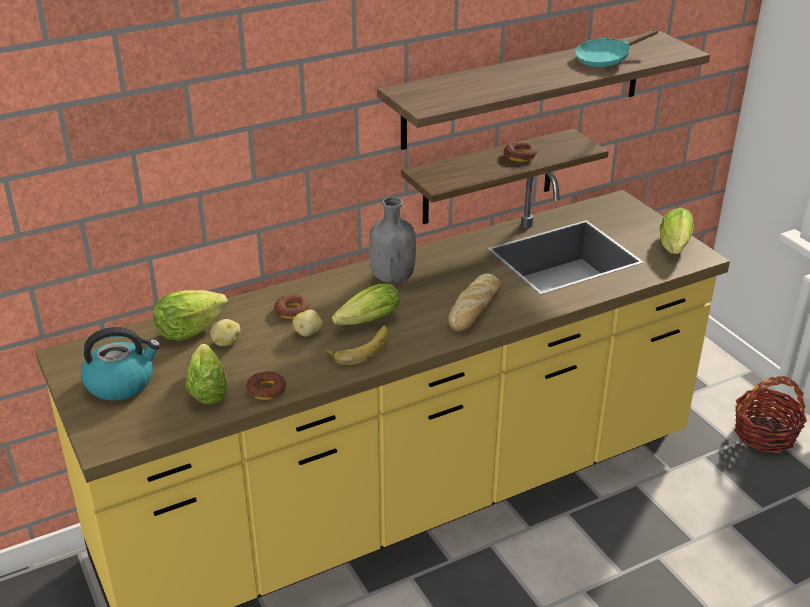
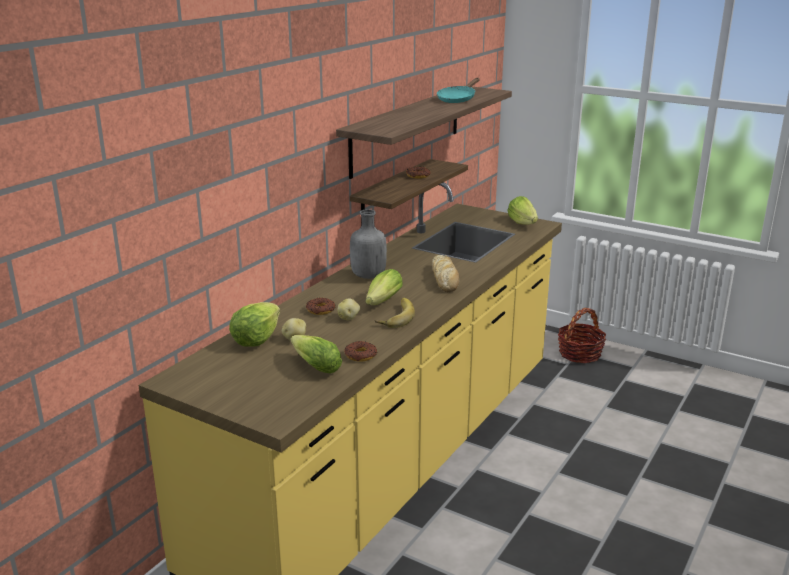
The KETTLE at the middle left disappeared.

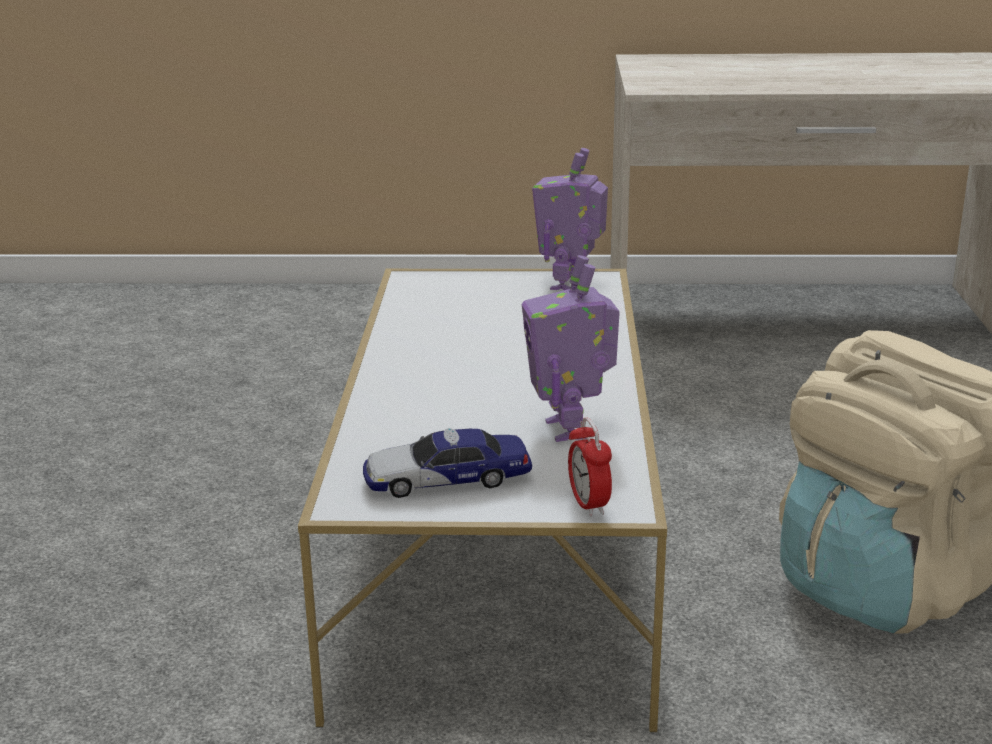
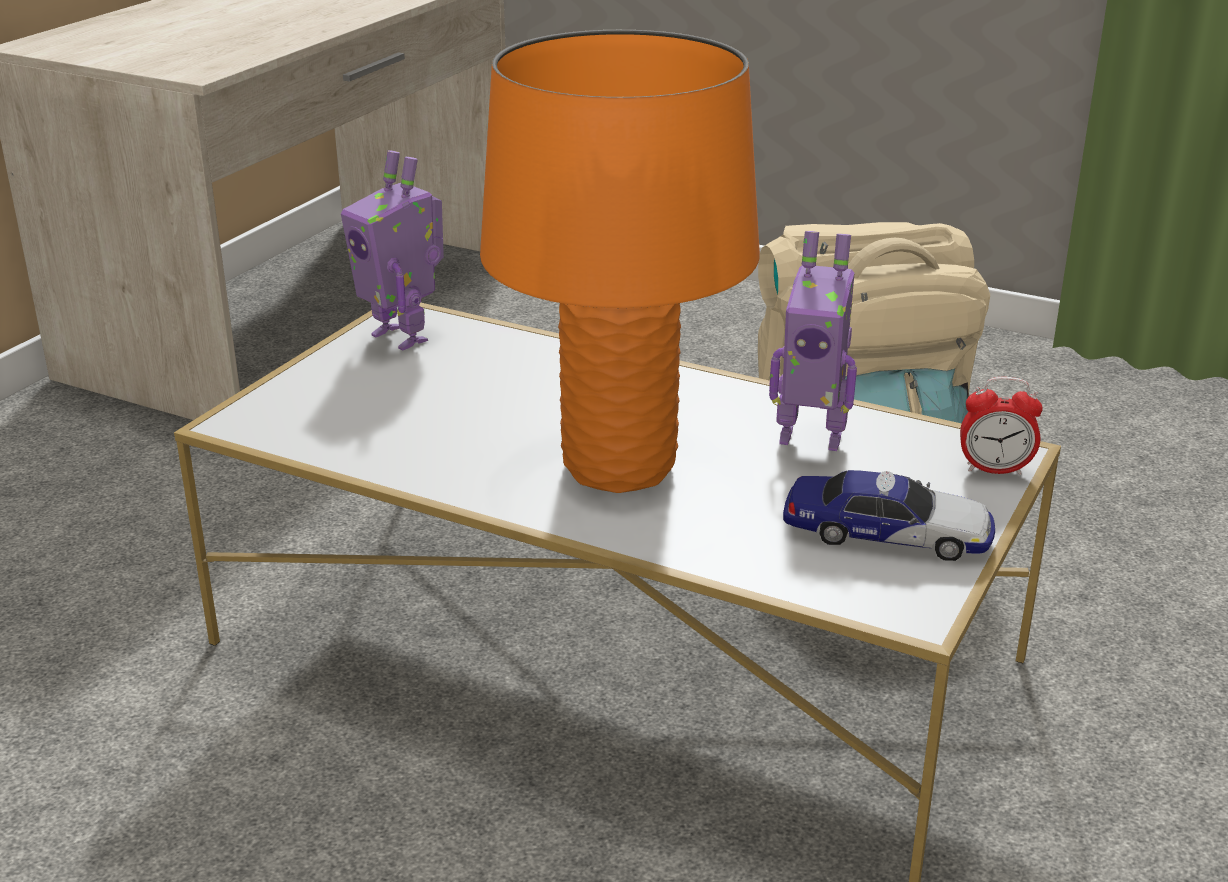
The ORANGE TABLE LAMP at the top centre appeared.
The TOY CAR at the centre turned 90 degrees counterclockwise.

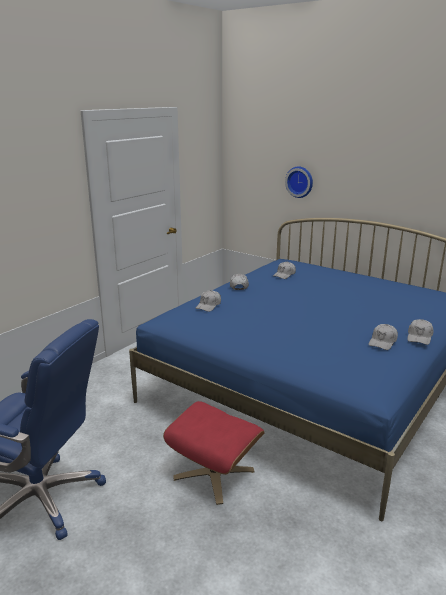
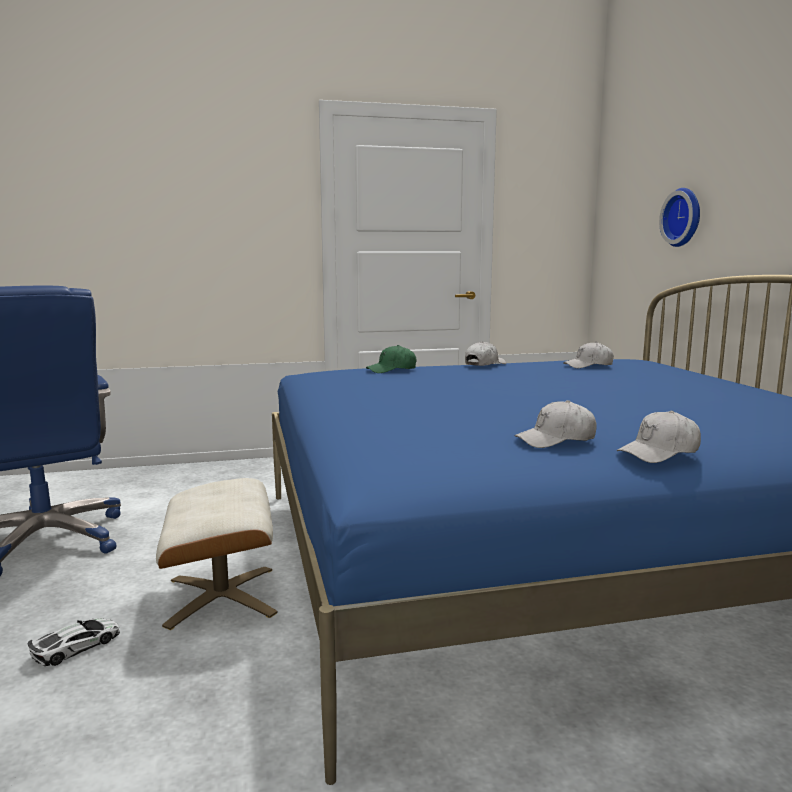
The TOY CAR at the bottom left appeared.
The RED OTTOMAN at the bottom centre became the BEIGE OTTOMAN at the bottom left.
The WHITE CAP (no. 1 from left) at the centre became the GREEN CAP at the centre.

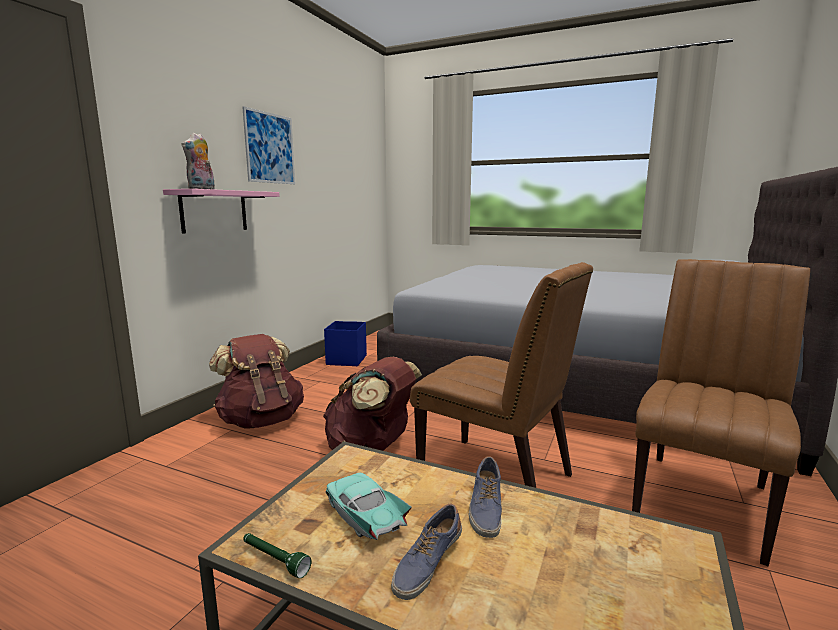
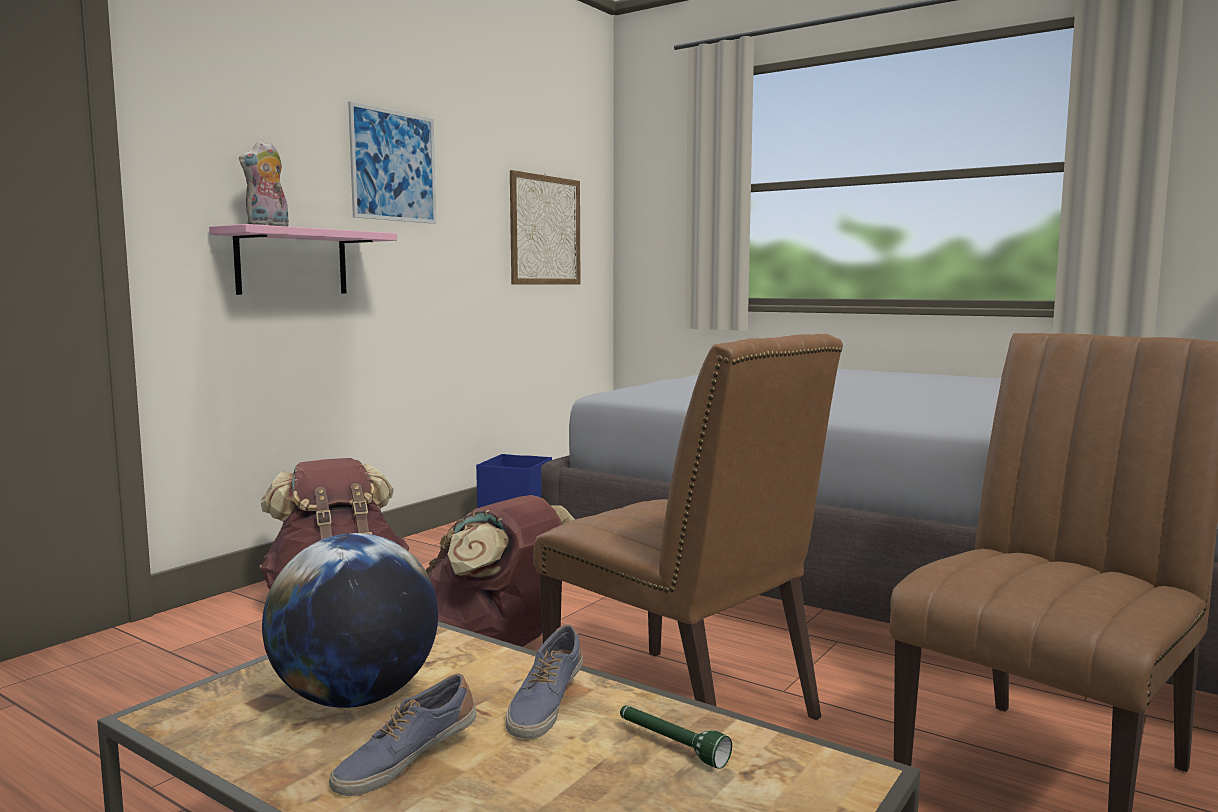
The PICTURE (no. 2 from left) at the top centre appeared.
The GREEN FLASHLIGHT moved from the bottom left to the bottom centre.
The TURQUOISE TOY CAR at the bottom centre was replaced by the GLOBE at the bottom left.

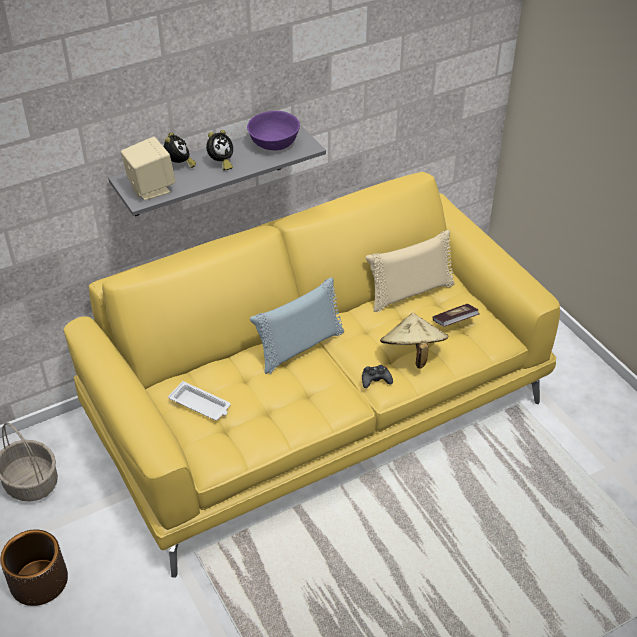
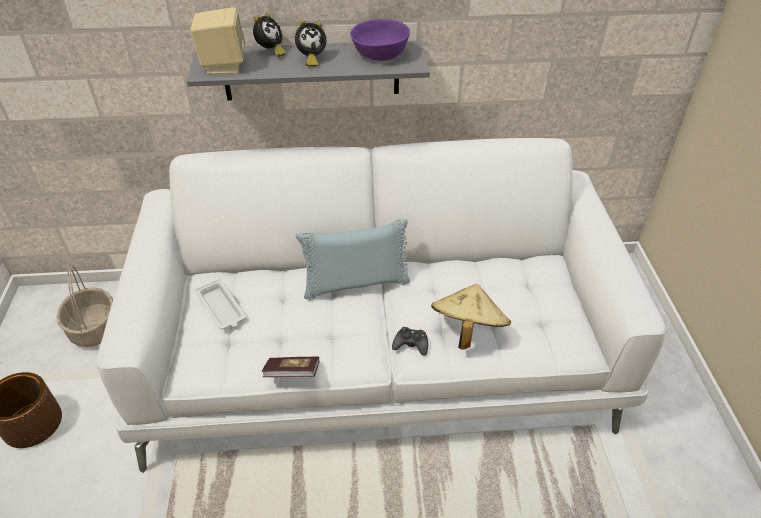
The BEIGE PILLOW at the centre disappeared.
The BOOK moved from the middle right to the bottom centre.
The YELLOW SOFA at the centre became the WHITE SOFA at the centre.

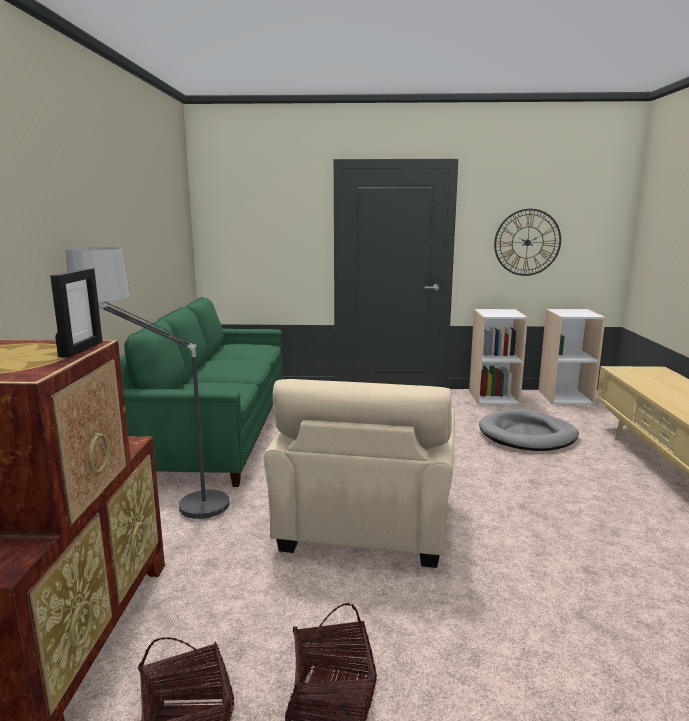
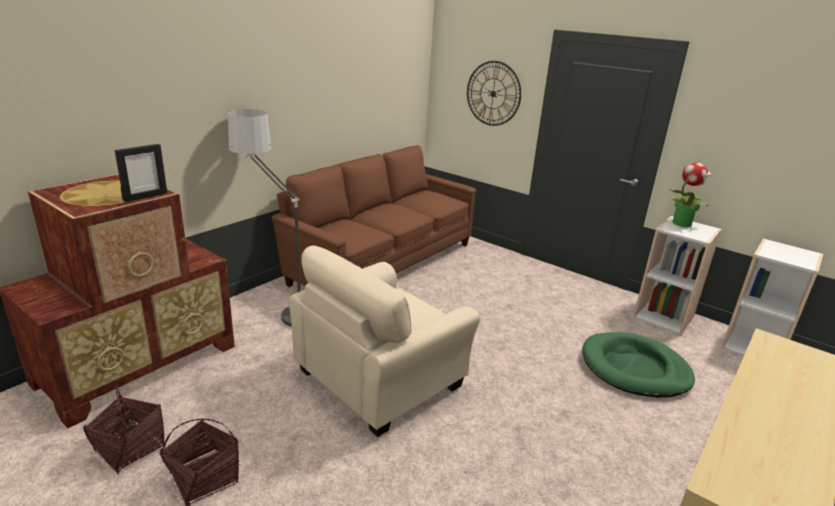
The POTTED PLANT at the middle right appeared.
The WALL CLOCK moved from the middle right to the top centre.
The GREEN SOFA at the middle left became the BROWN SOFA at the centre.
The GREY DOG BED at the middle right became the GREEN DOG BED at the bottom right.

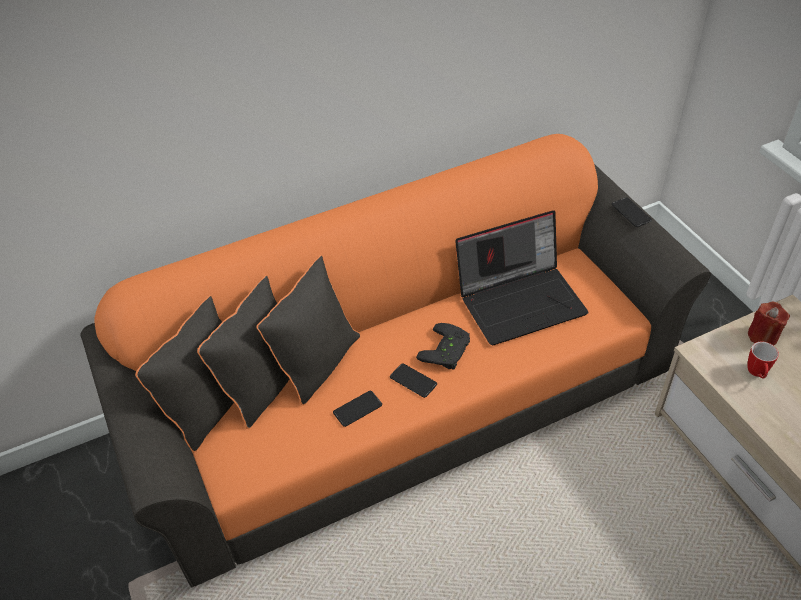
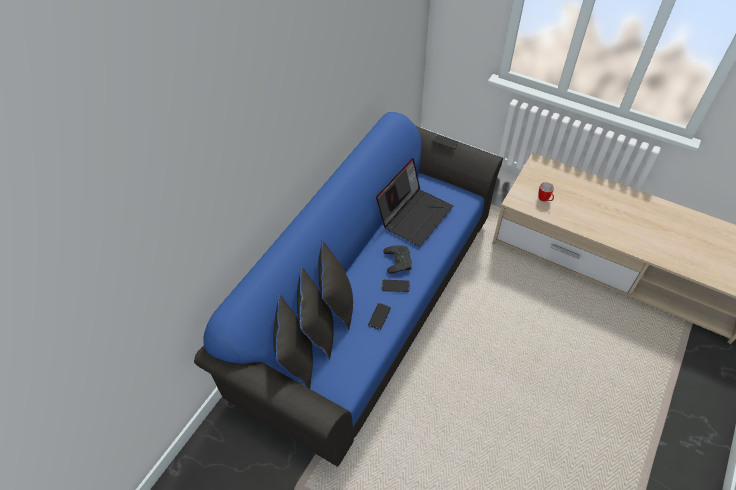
The RED CANDLE at the middle right disappeared.
The ORANGE SOFA at the centre became the BLUE SOFA at the centre.

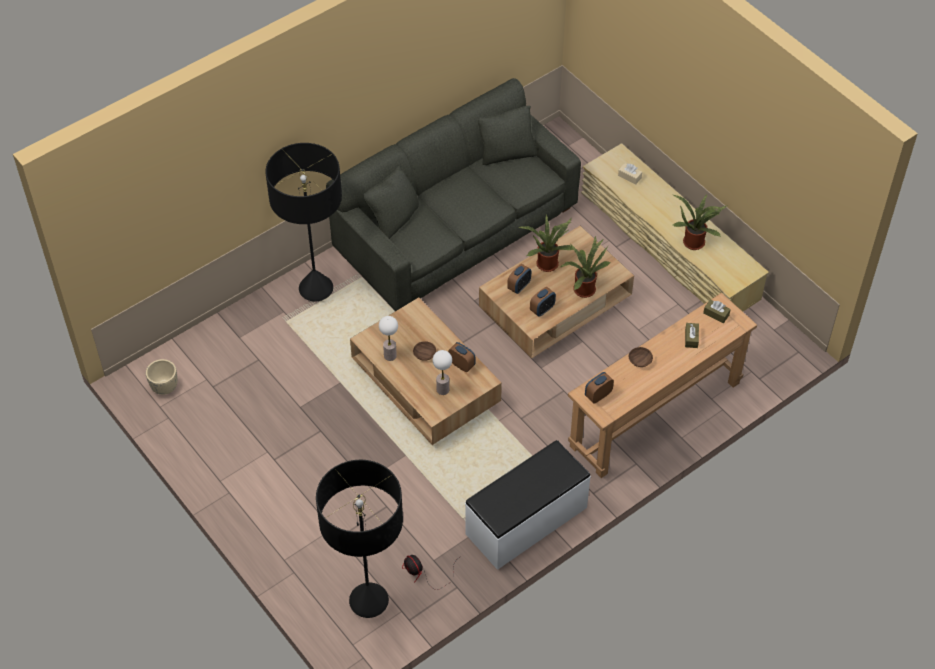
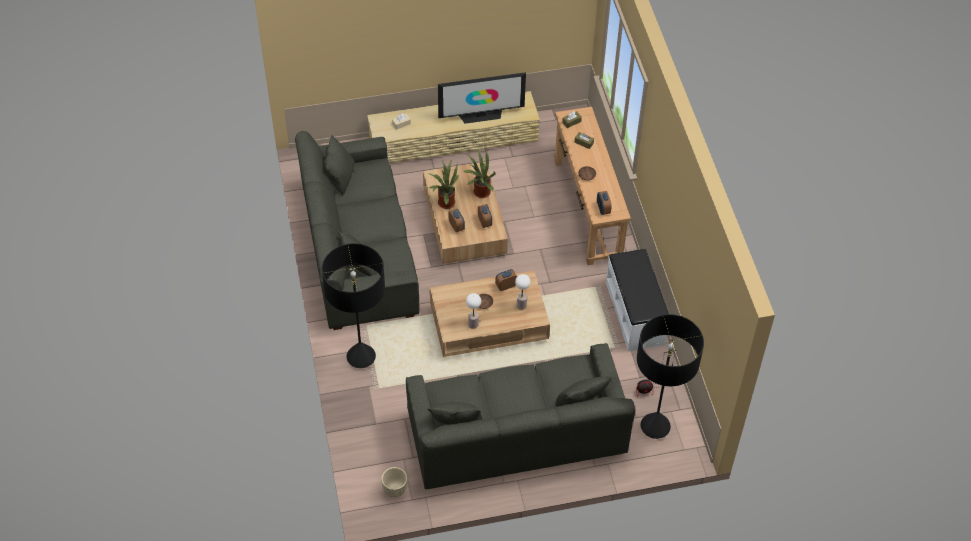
The GREY SOFA (no. 2 from left) at the bottom centre appeared.
The POTTED PLANT (no. 3 from left) at the top right was replaced by the TELEVISION at the top centre.

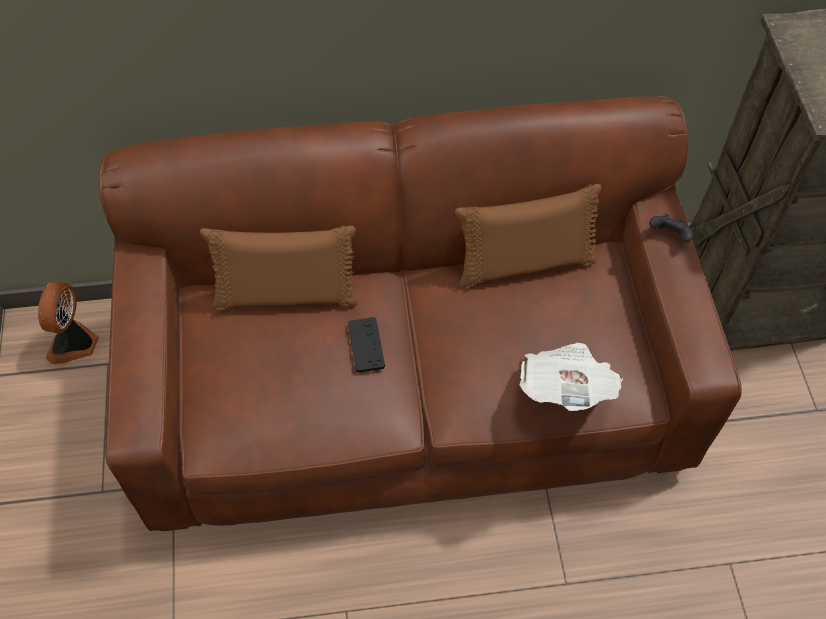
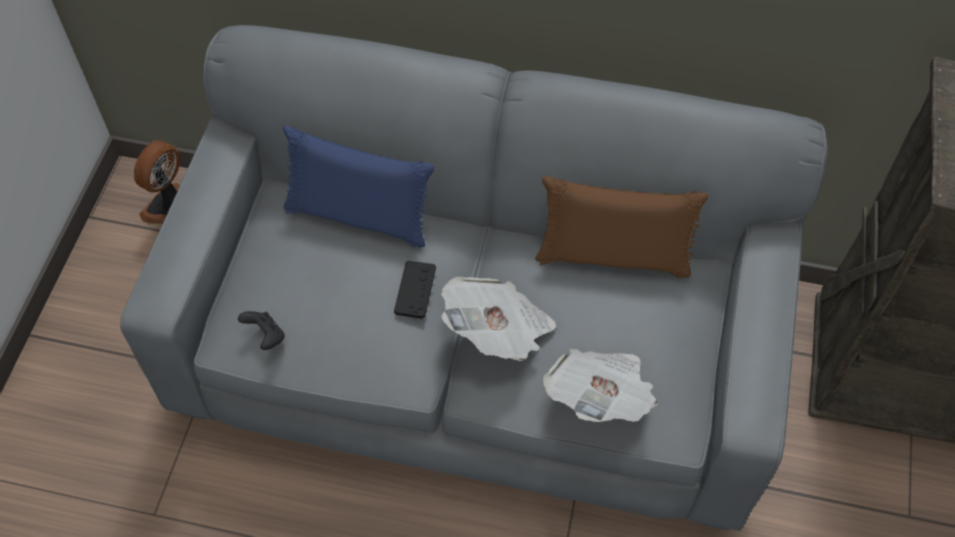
The NEWSPAPER (no. 1 from left) at the centre appeared.
The BLACK GAME CONTROLLER (no. 2 from left in the first image) moved from the middle right to the middle left.
The BROWN SOFA at the centre became the GREY SOFA at the centre.
The BROWN PILLOW (no. 1 from left) at the centre became the BLUE PILLOW at the centre.

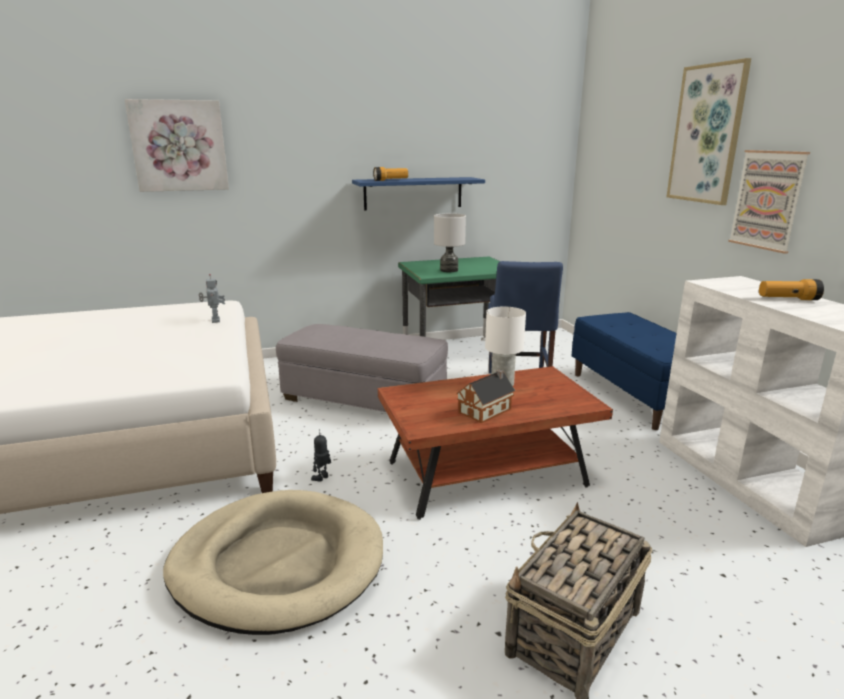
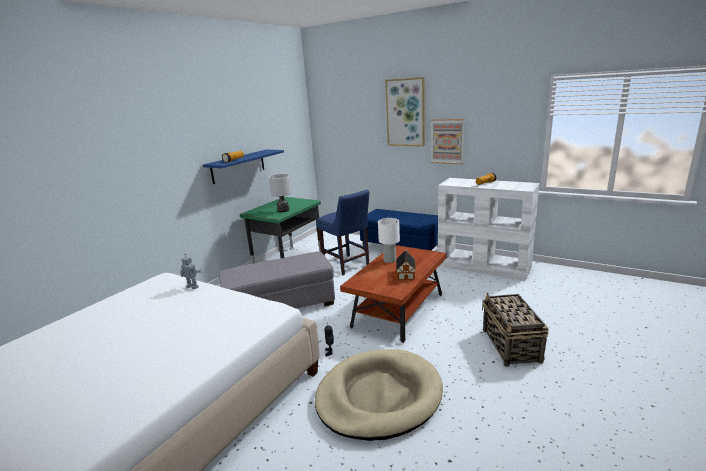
The PICTURE (no. 1 from left) at the top left disappeared.

